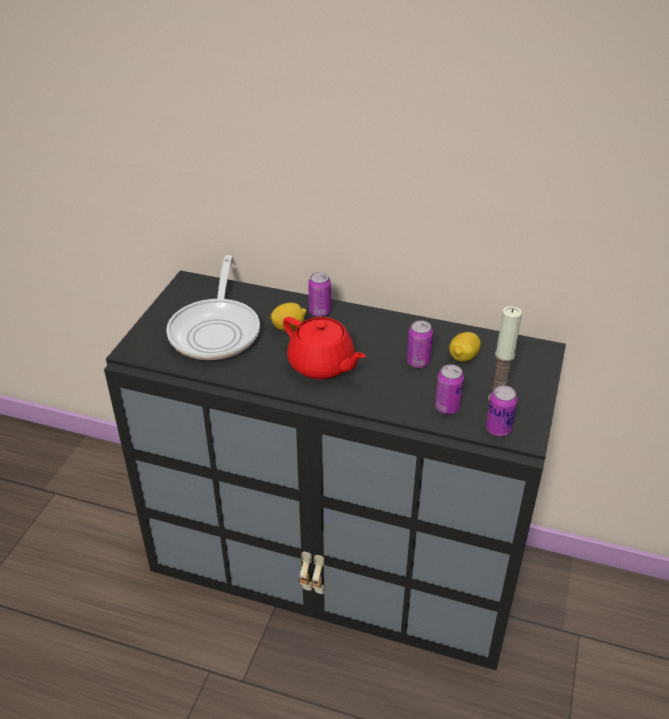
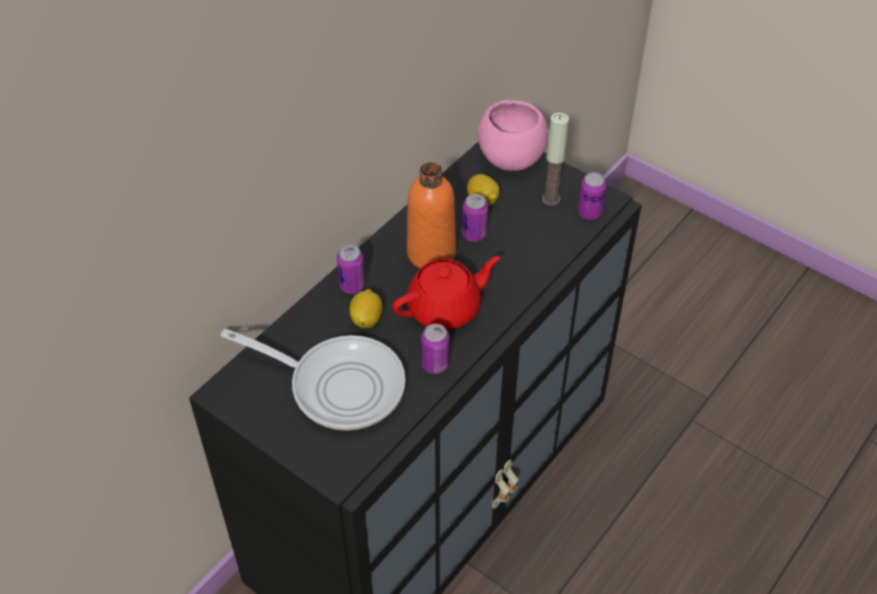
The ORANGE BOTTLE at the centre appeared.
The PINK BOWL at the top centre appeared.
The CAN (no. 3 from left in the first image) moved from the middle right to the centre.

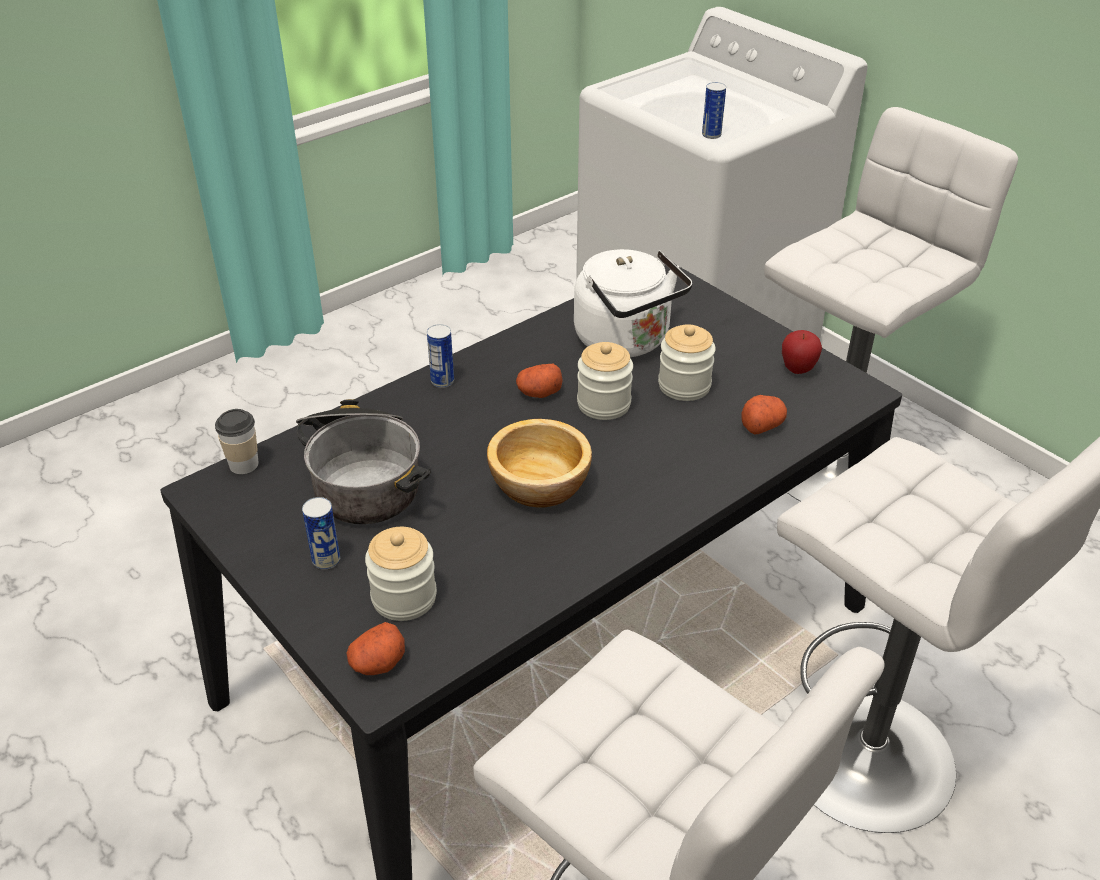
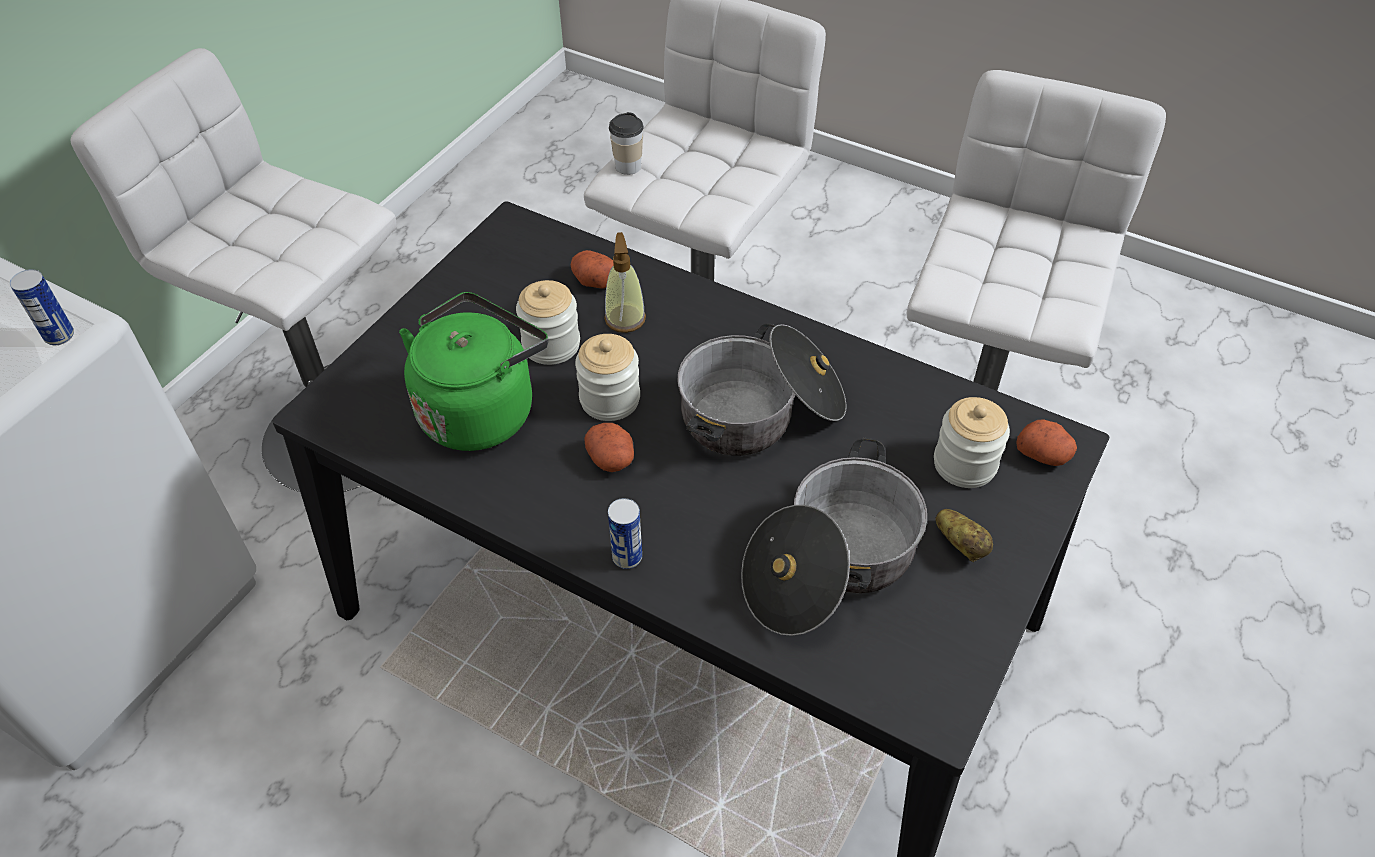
The APPLE at the middle right disappeared.
The SOAP DISPENSER at the top centre appeared.
The CUP moved from the middle left to the top centre.
The CAN (no. 1 from left) at the middle left was replaced by the POTATO (no. 3 from left) at the middle right.
The BOWL at the centre was replaced by the COOKING POT (no. 1 from left) at the centre.
The WHITE KETTLE at the centre became the GREEN KETTLE at the centre.

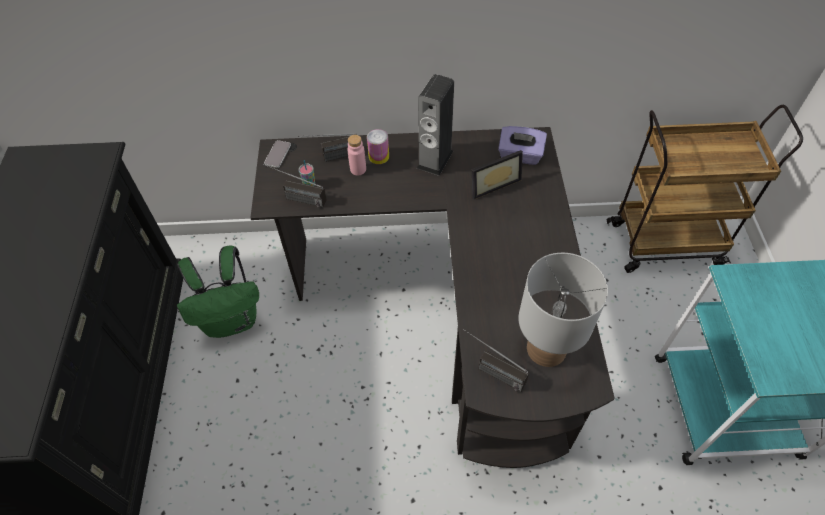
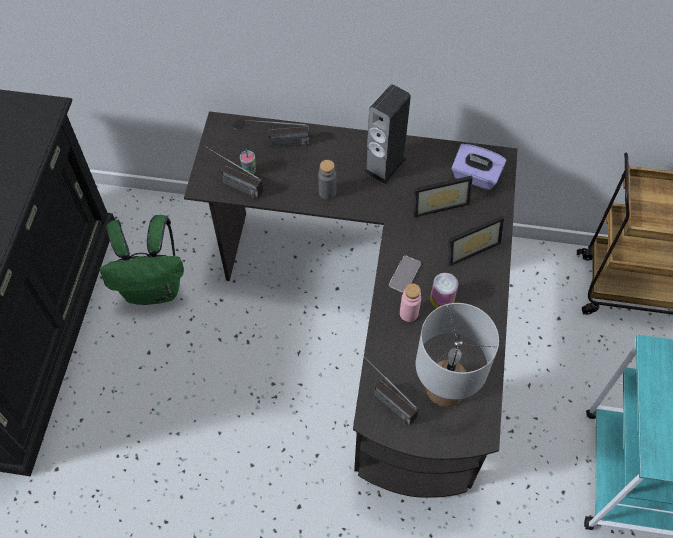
The GREY BOTTLE at the centre appeared.
The PICTURE FRAME (no. 2 from left) at the middle right appeared.
The PHONE moved from the top centre to the centre.
The PINK BOTTLE moved from the top centre to the centre.
The CAN moved from the top centre to the centre.

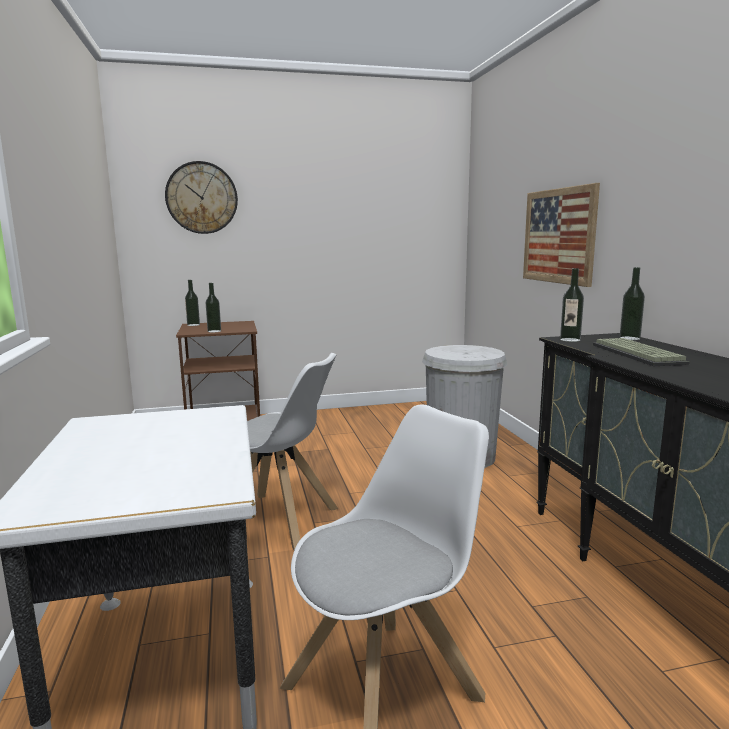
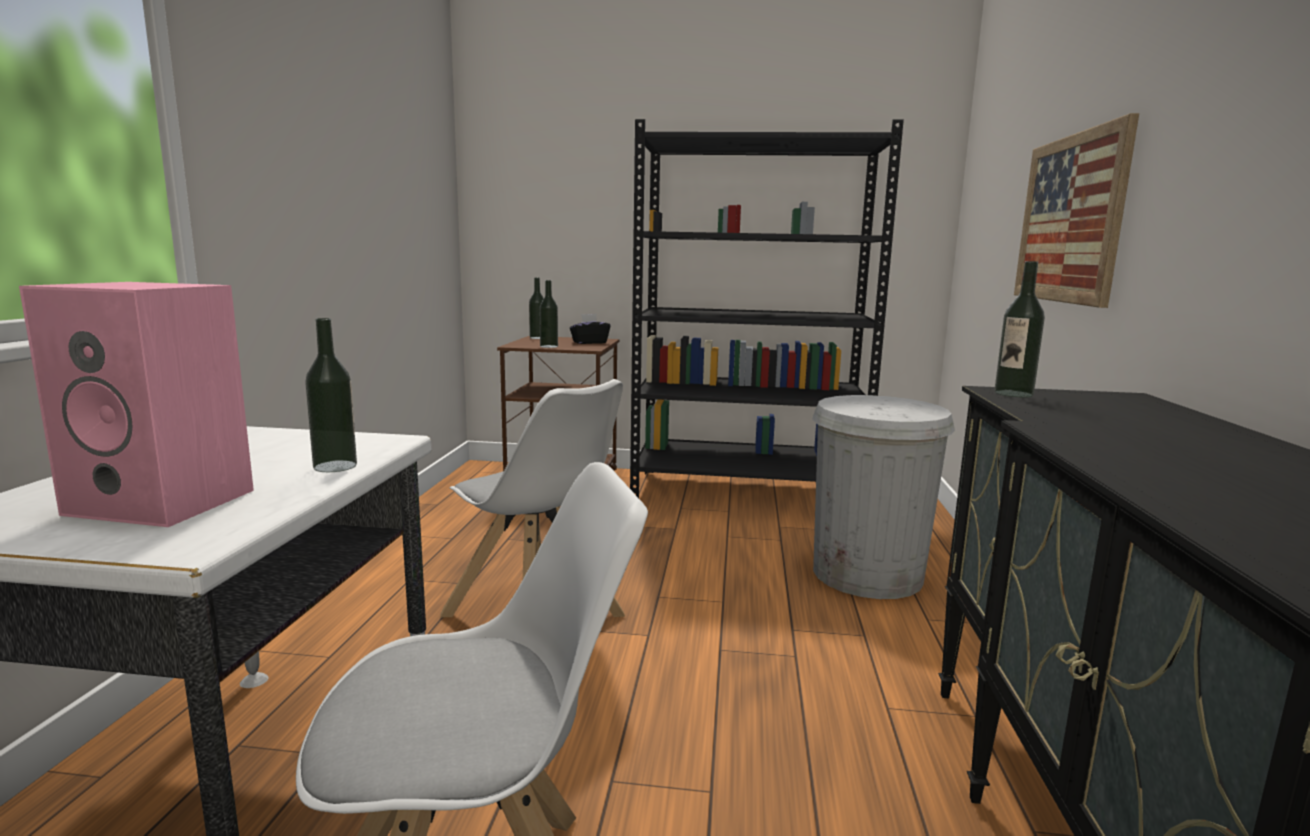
The WALL CLOCK at the top left disappeared.
The KEYBOARD at the middle right disappeared.
The PINK SPEAKER at the middle left appeared.
The BLACK TISSUE BOX at the centre appeared.
The BLACK BOOKCASE at the centre appeared.
The BOTTLE (no. 4 from left in the first image) moved from the middle right to the middle left.

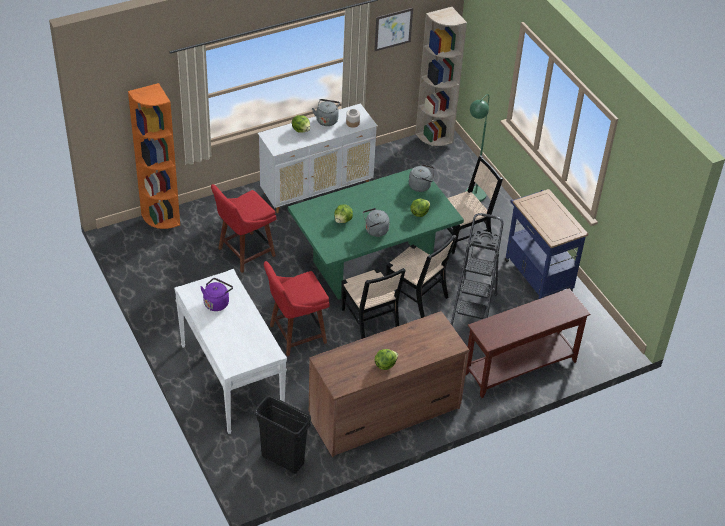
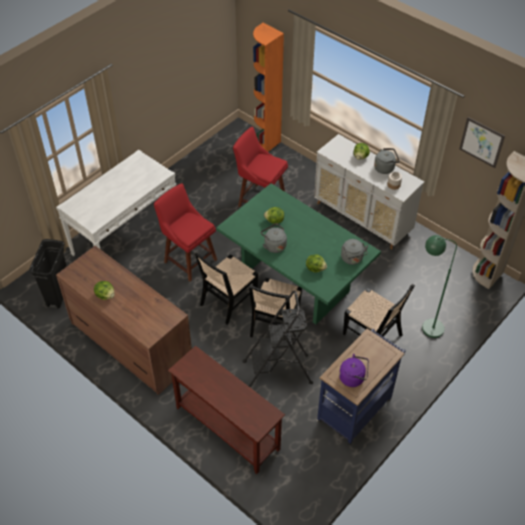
The PURPLE KETTLE moved from the middle left to the bottom right.

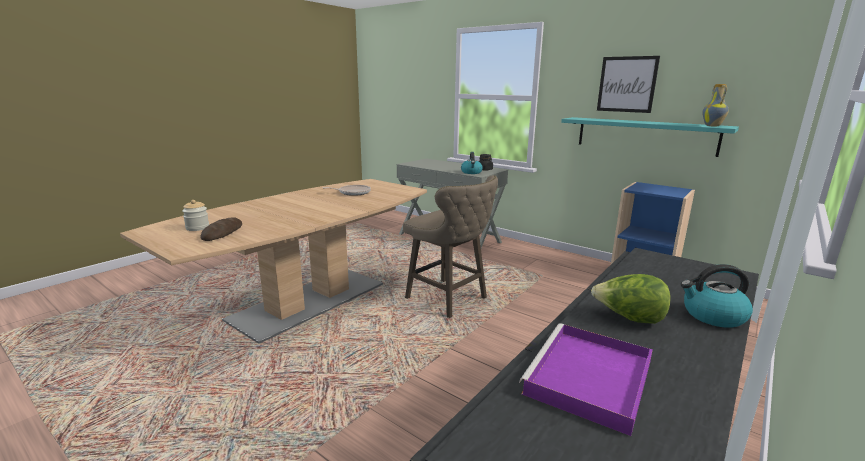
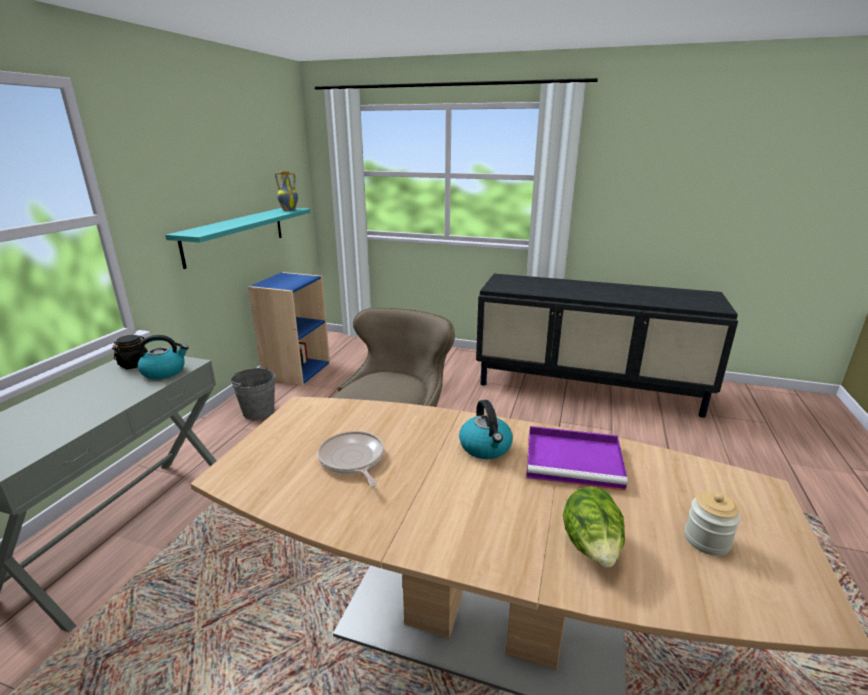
The BREAD at the middle left disappeared.
The PICTURE at the top right disappeared.
The GREY BUCKET at the middle left appeared.
The PURPLE TRAY moved from the bottom right to the centre.
The LETTUCE moved from the middle right to the bottom right.
The KETTLE (no. 2 from left) moved from the middle right to the centre.

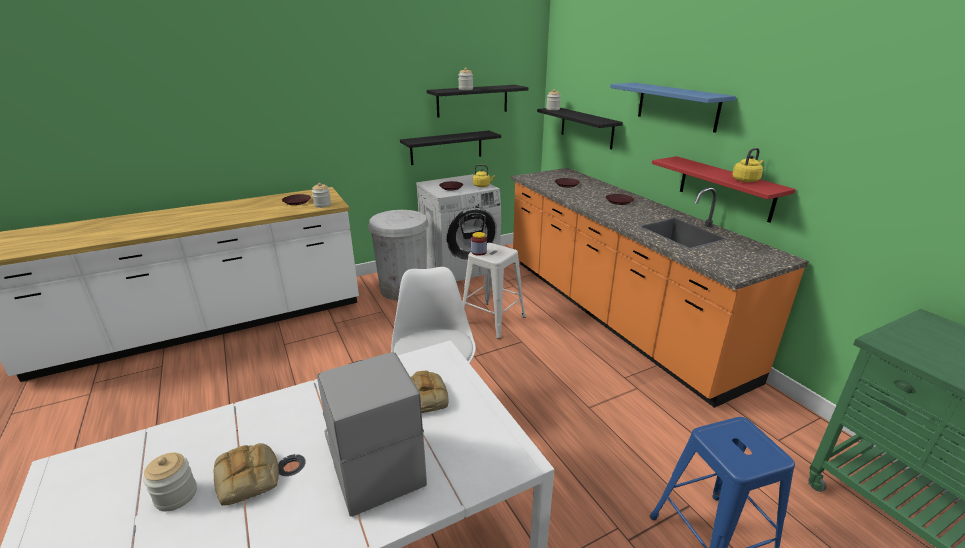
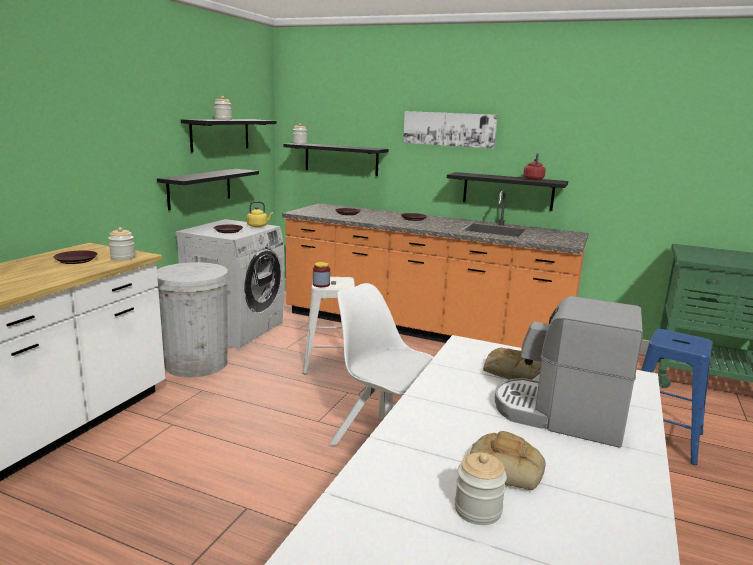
The BLUE SHELF at the top right was replaced by the PICTURE at the top centre.
The RED SHELF at the middle right became the BLACK SHELF (no. 4 from left) at the middle right.
The YELLOW KETTLE (no. 2 from left) at the top right became the RED KETTLE at the top right.

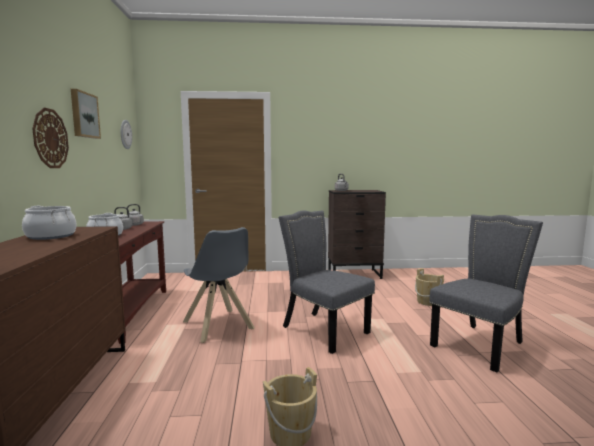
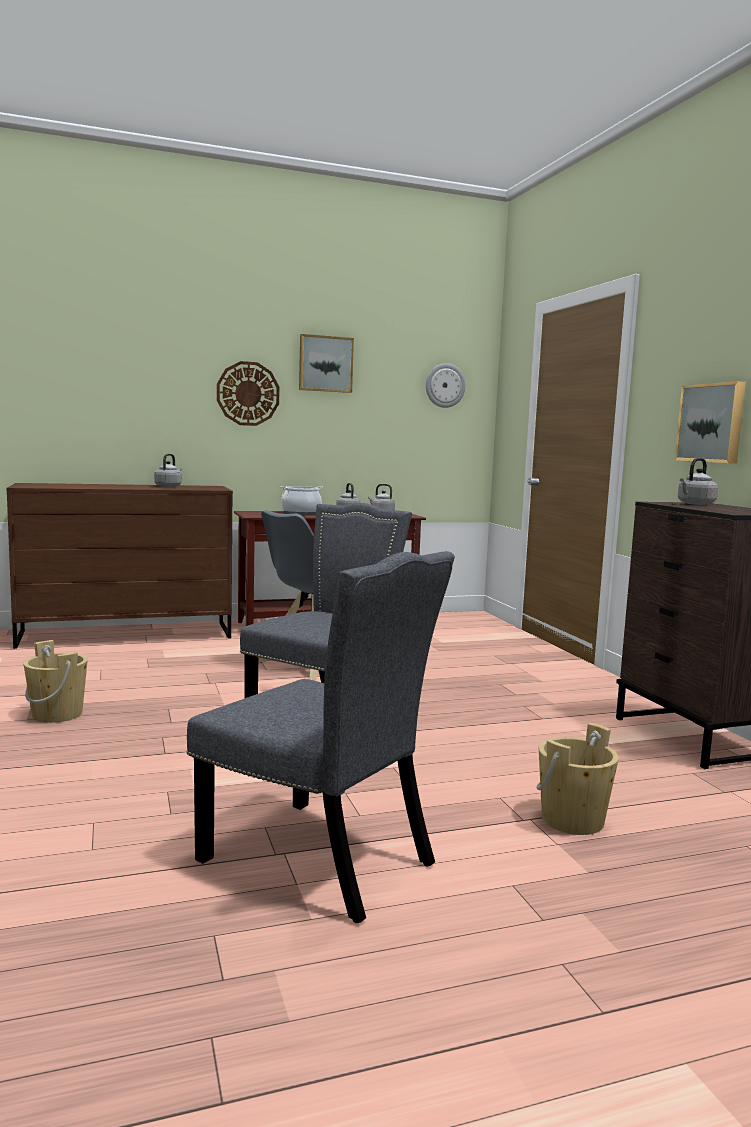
The PICTURE (no. 2 from left) at the middle right appeared.
The COOKING POT (no. 1 from left) at the middle left was replaced by the GREY KETTLE (no. 1 from left) at the middle left.

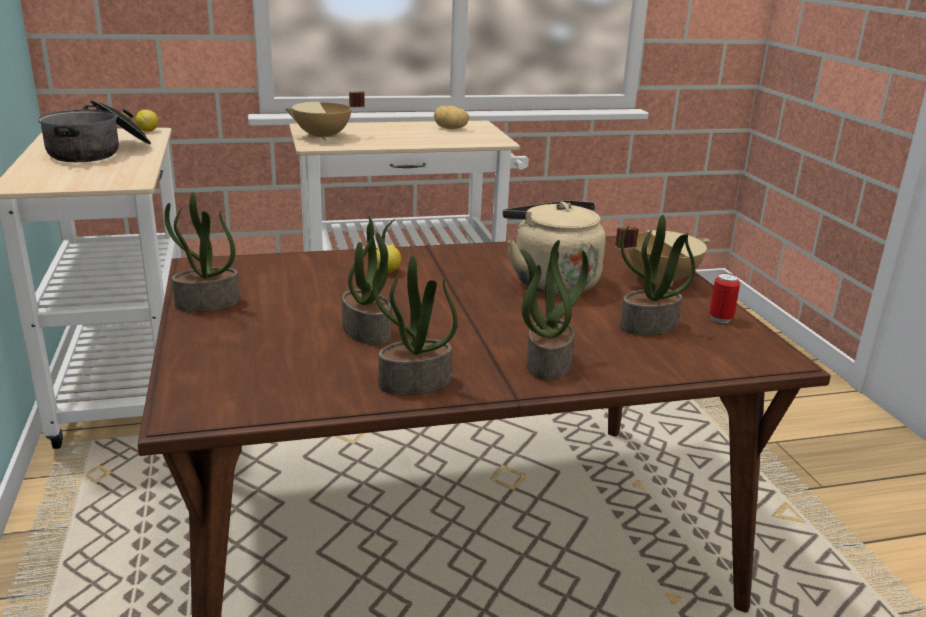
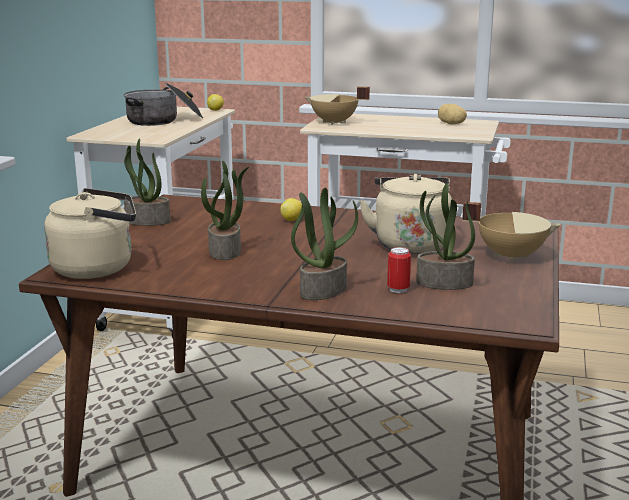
The POTTED PLANT (no. 3 from left) at the centre disappeared.
The BEIGE KETTLE (no. 1 from left) at the middle left appeared.
The CAN moved from the middle right to the centre.

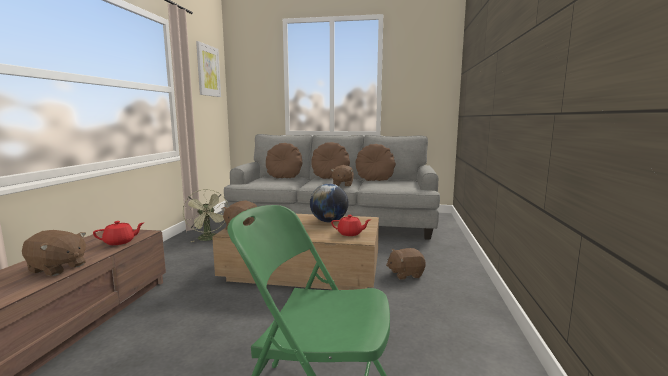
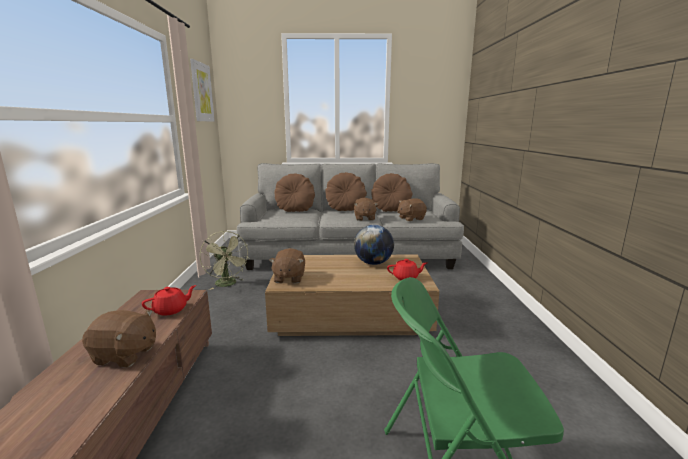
The BROWN PLUSH TOY (no. 4 from left) moved from the bottom centre to the centre.

